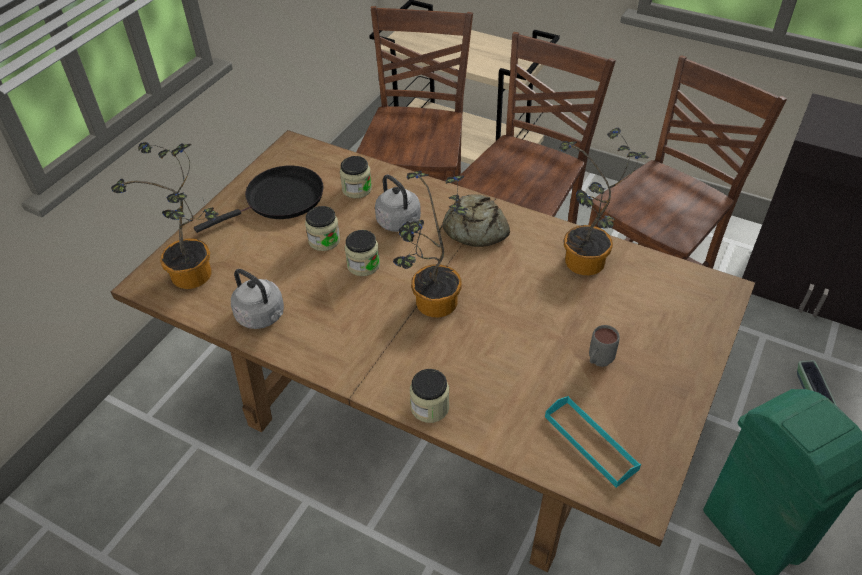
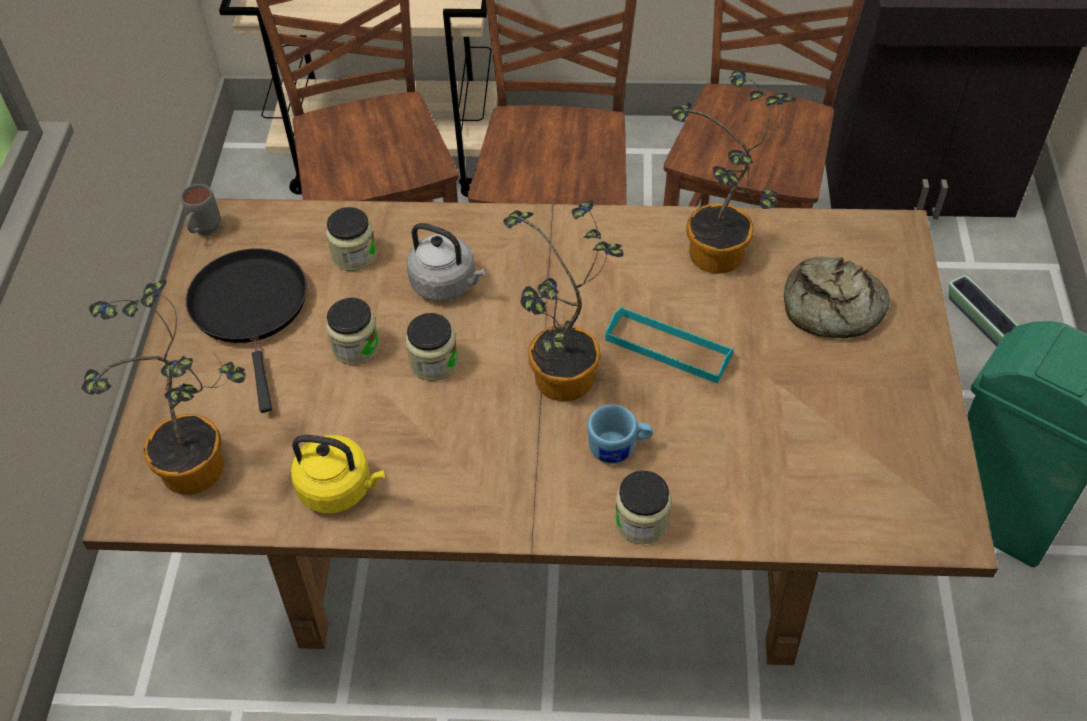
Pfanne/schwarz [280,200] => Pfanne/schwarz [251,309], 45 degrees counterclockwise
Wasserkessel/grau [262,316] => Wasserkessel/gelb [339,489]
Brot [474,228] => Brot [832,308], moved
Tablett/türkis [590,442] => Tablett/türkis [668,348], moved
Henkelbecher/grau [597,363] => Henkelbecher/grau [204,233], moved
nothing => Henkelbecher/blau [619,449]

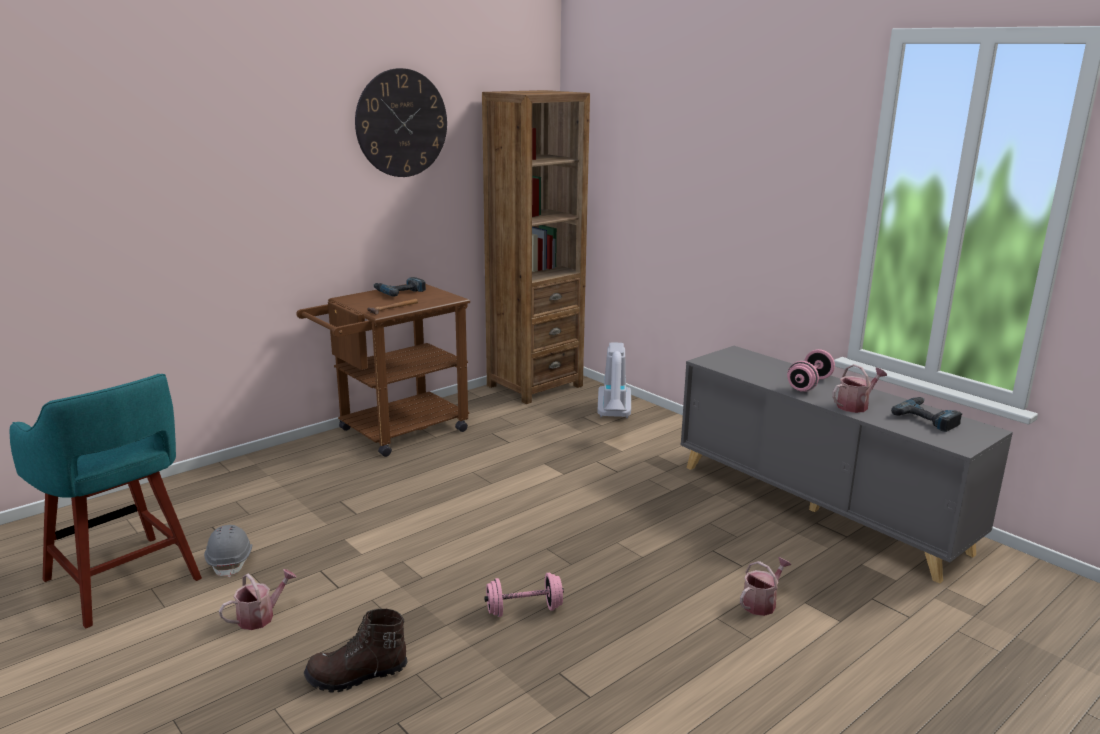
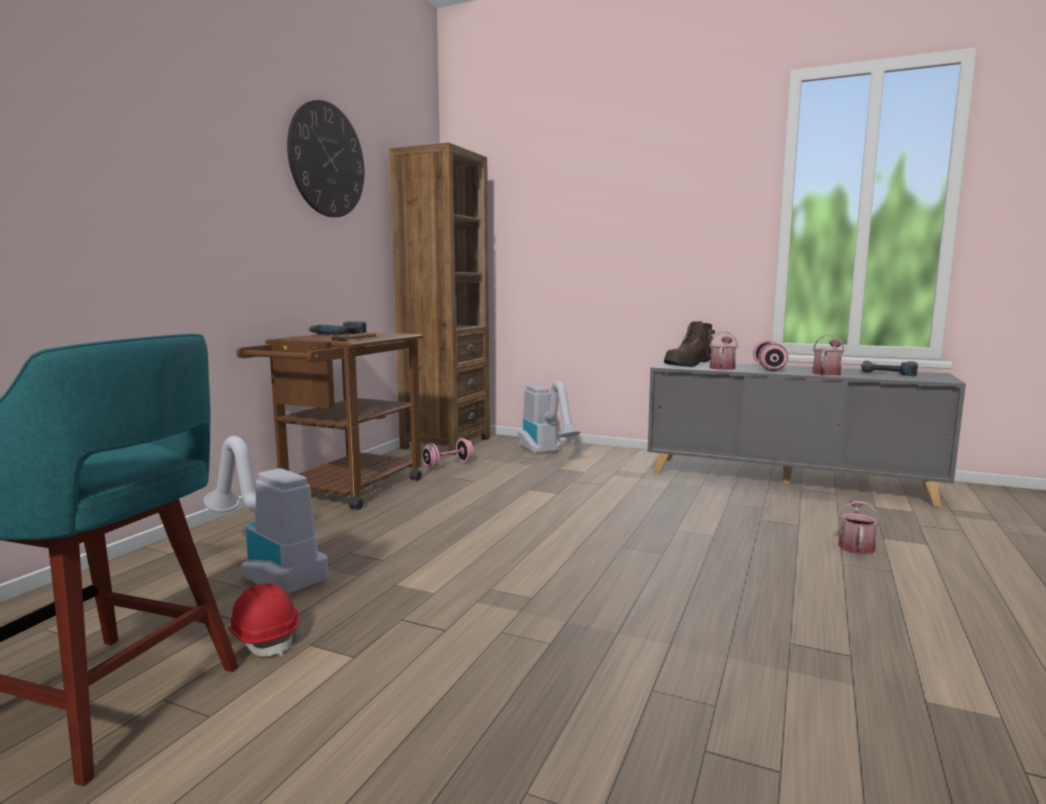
Schutzhelm/grau [231,561] => Schutzhelm/rot [264,638]
Gießkanne [260,616] => Gießkanne [722,367], moved
Stiefel/braun [357,676] => Stiefel/braun [689,365], moved
Hantel/rosa [524,610] => Hantel/rosa [448,465], moved
nothing => Staubsauger [266,571]

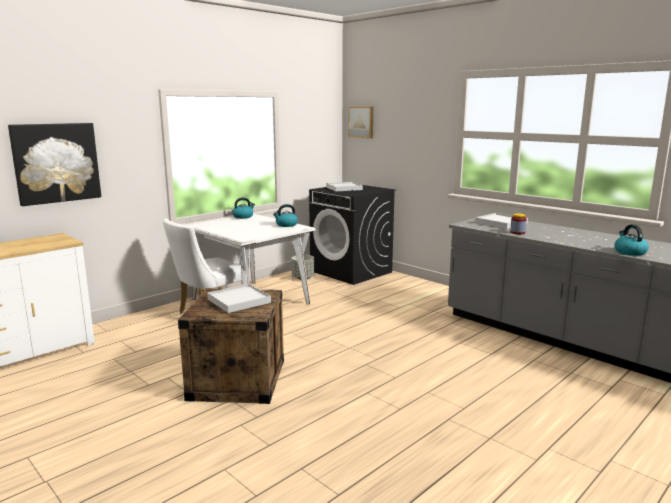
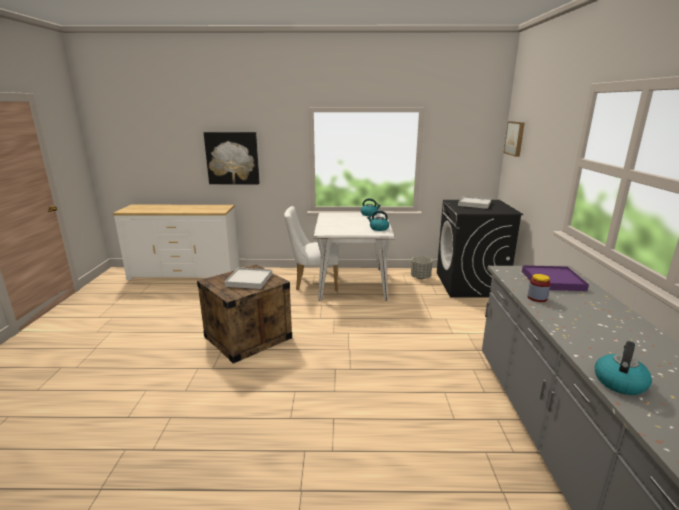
Tablett/weiß [500,223] => Tablett/lila [552,280]

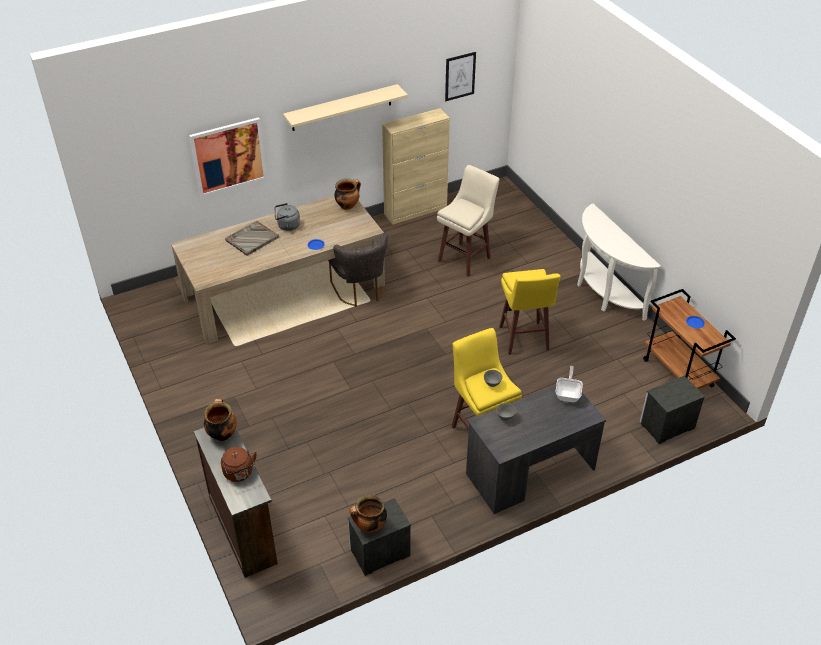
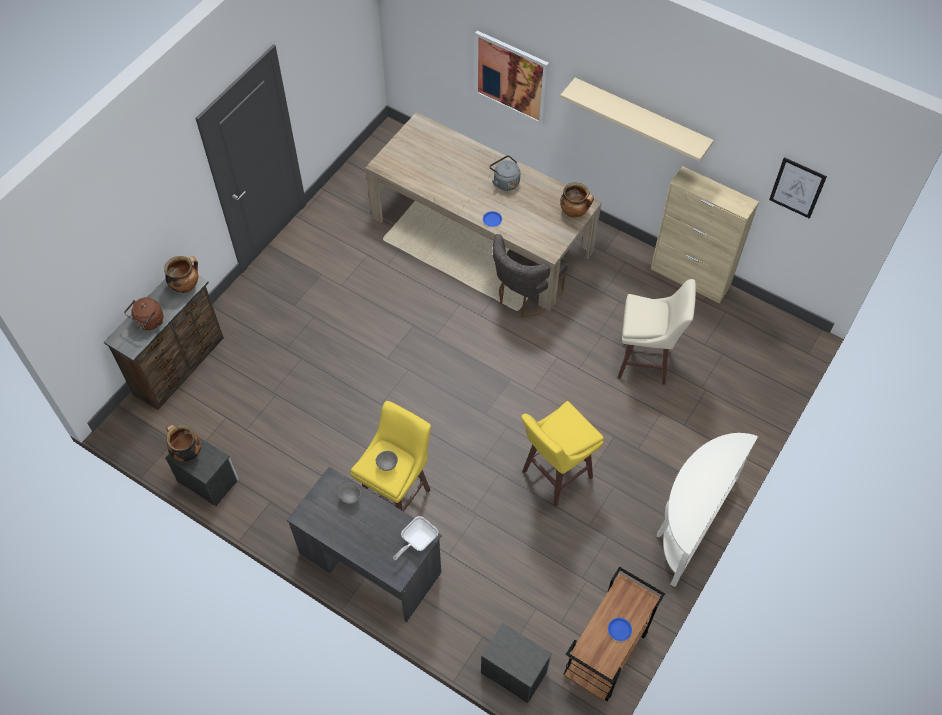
Tablett/grau [251,239] => nothing
Pfanne [568,394] => Pfanne [417,541], 150 degrees clockwise

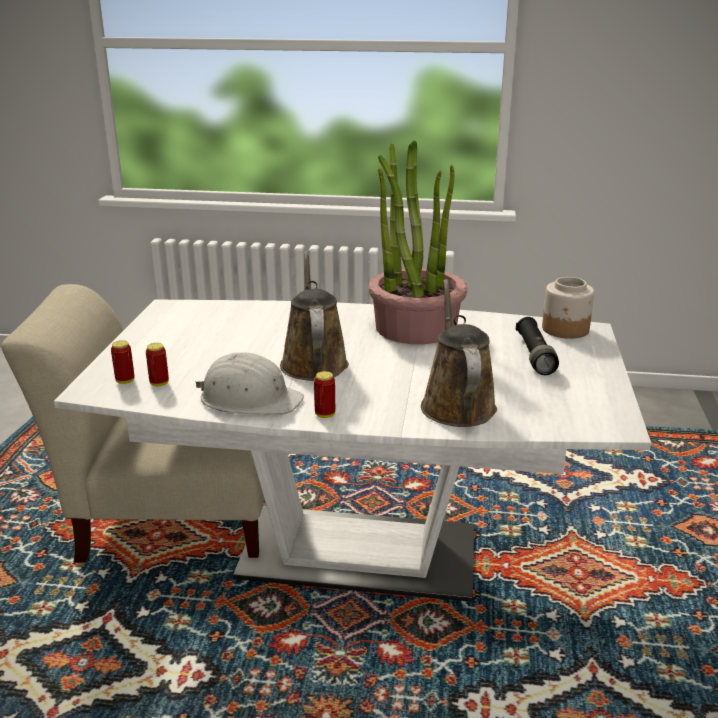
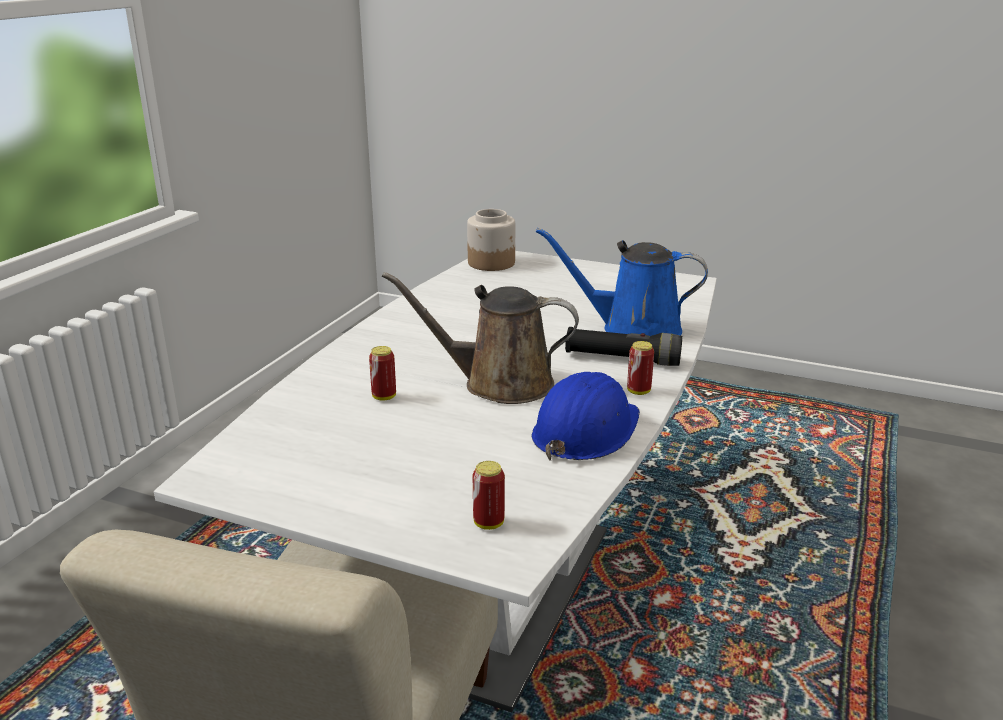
Dose [159,383] => Dose [384,397], moved
Schutzhelm/weiß [249,399] => Schutzhelm/blau [585,431]
Topfpflanze [415,327] => nothing
Gießkanne/braun [456,404] => Gießkanne/blau [633,329]
Taschenlampe/schwarz [535,355] => Taschenlampe/schwarz [622,359], moved

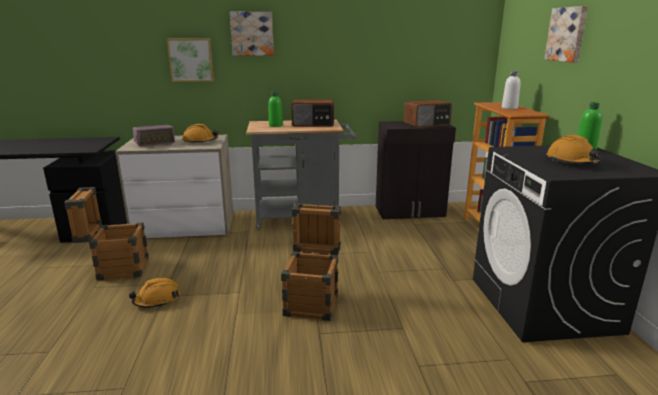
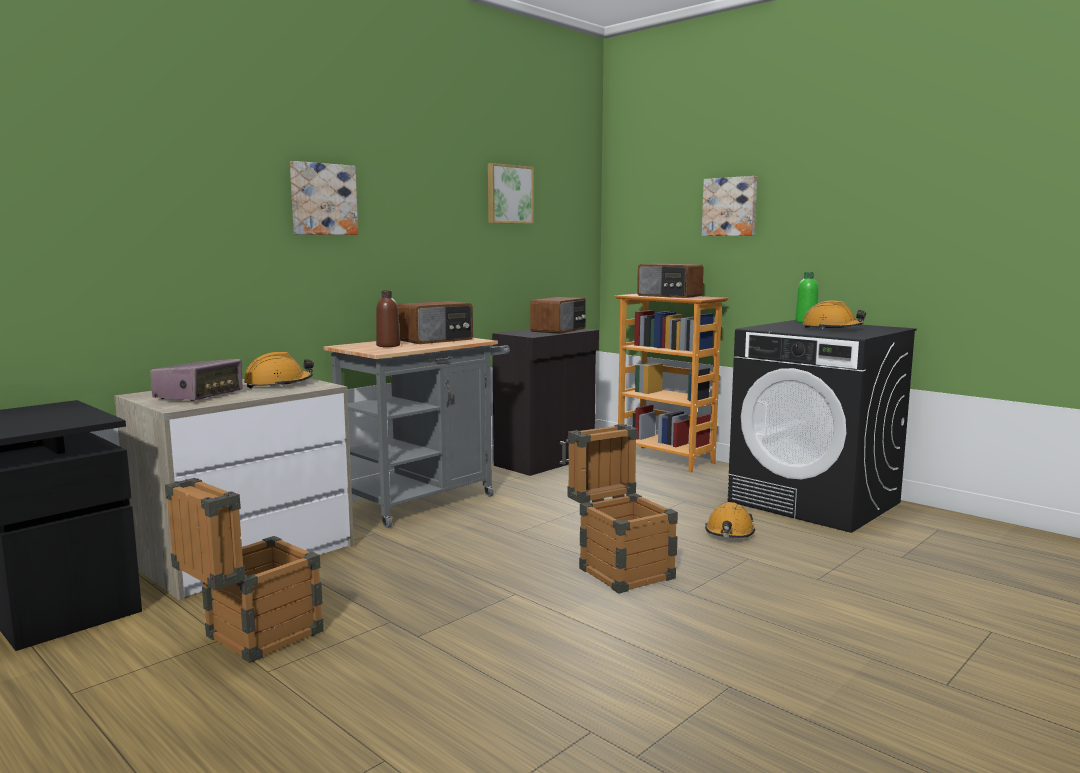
Schutzhelm/orange [157,300] => Schutzhelm/orange [729,533], moved
Bild [191,60] => Bild [508,194], moved
Flasche/grün [276,125] => Flasche/braun [388,345]
Flasche/weiß [509,108] => Radio [669,296]

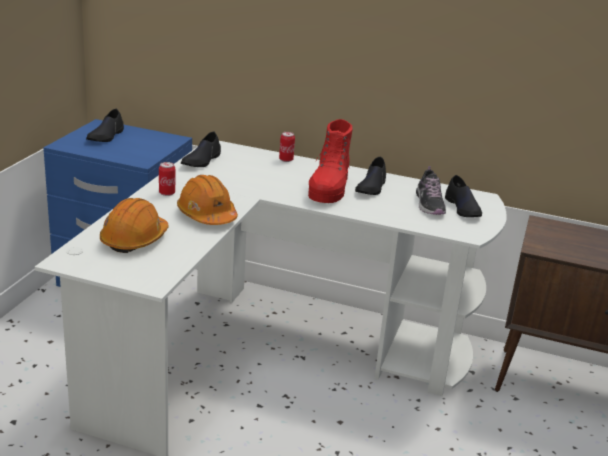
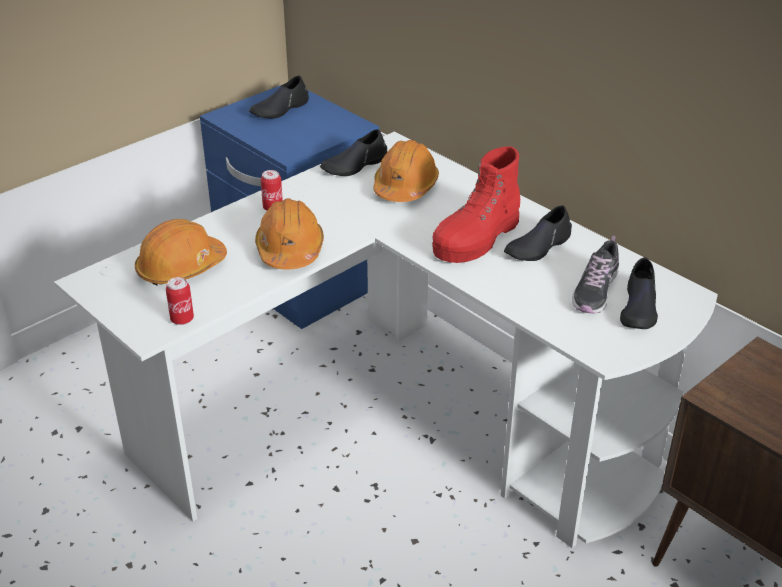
Dose [286,160] => Dose [182,319], moved
nothing => Schutzhelm/orange [405,187]

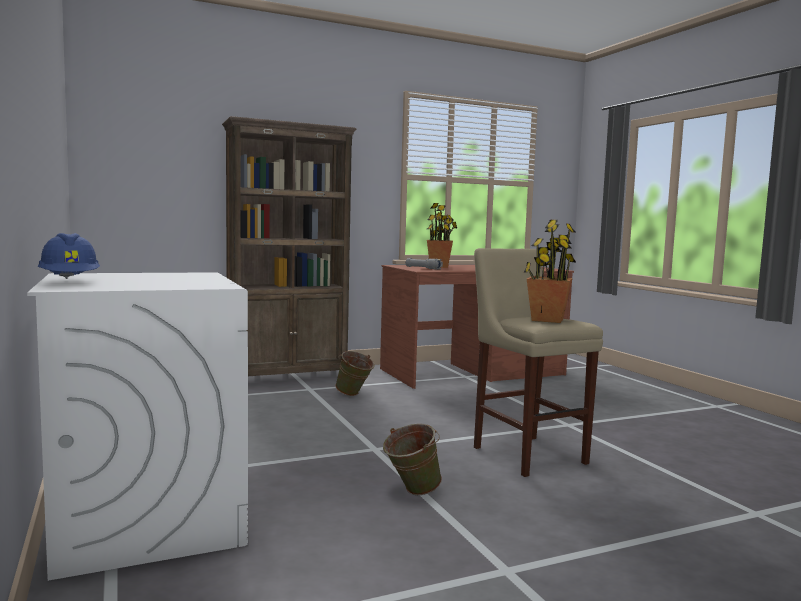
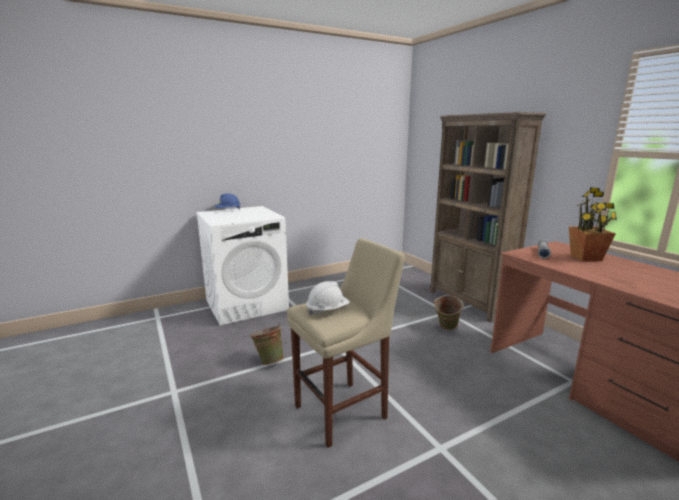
Topfpflanze [547,320] => Schutzhelm/weiß [327,310]

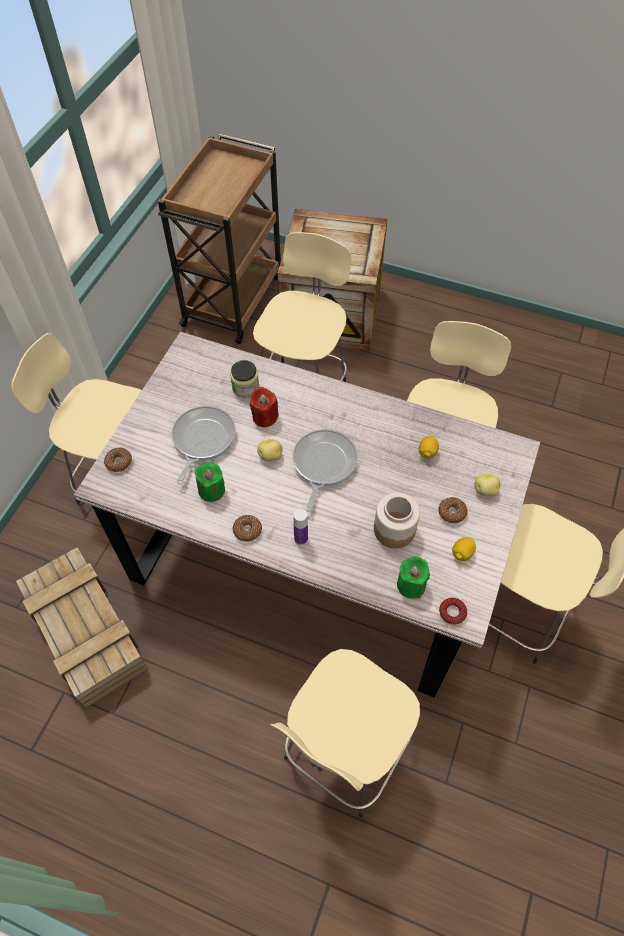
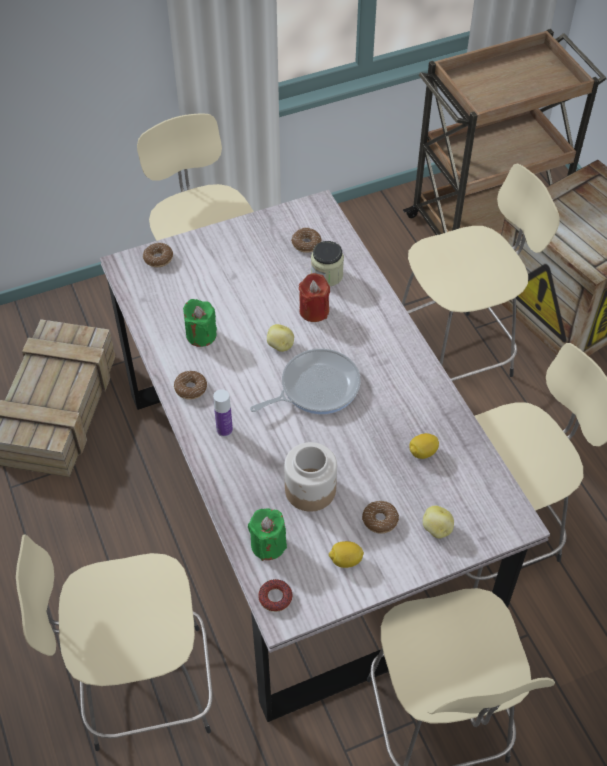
Pfanne [202,440] => nothing
nothing => Donut [306,244]

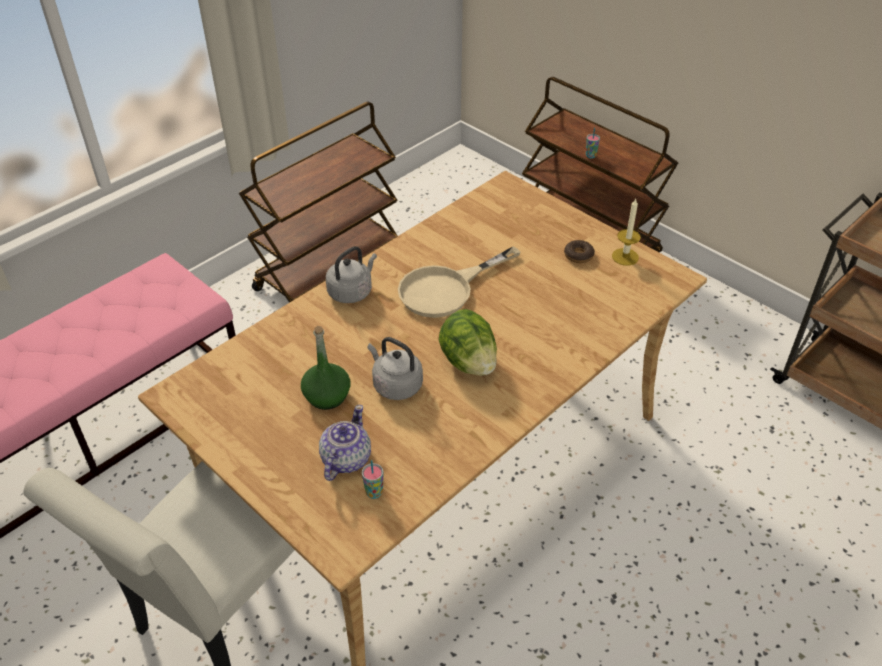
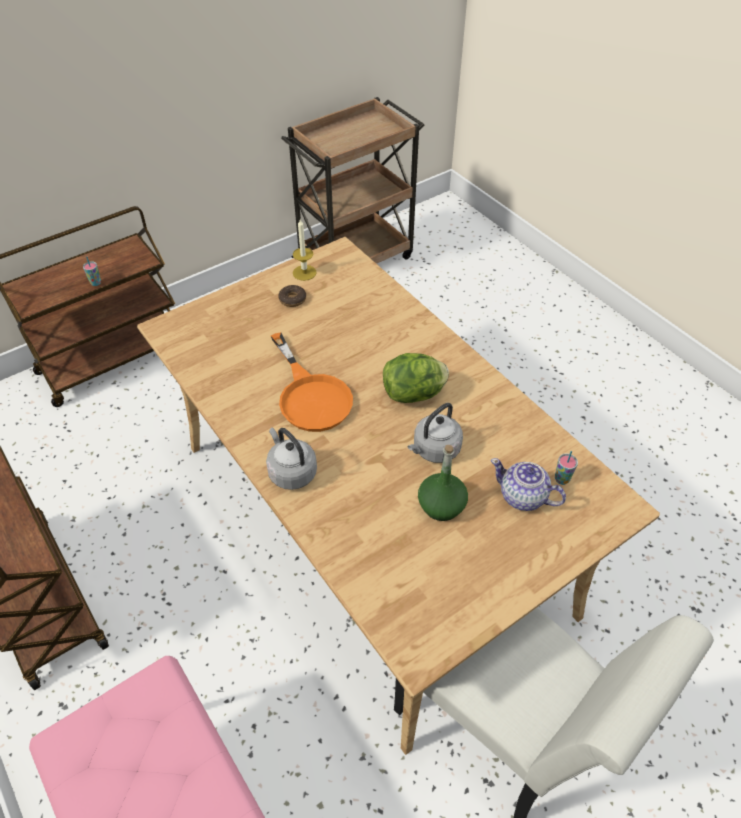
Pfanne/beige [446,289] => Pfanne/orange [310,395]

